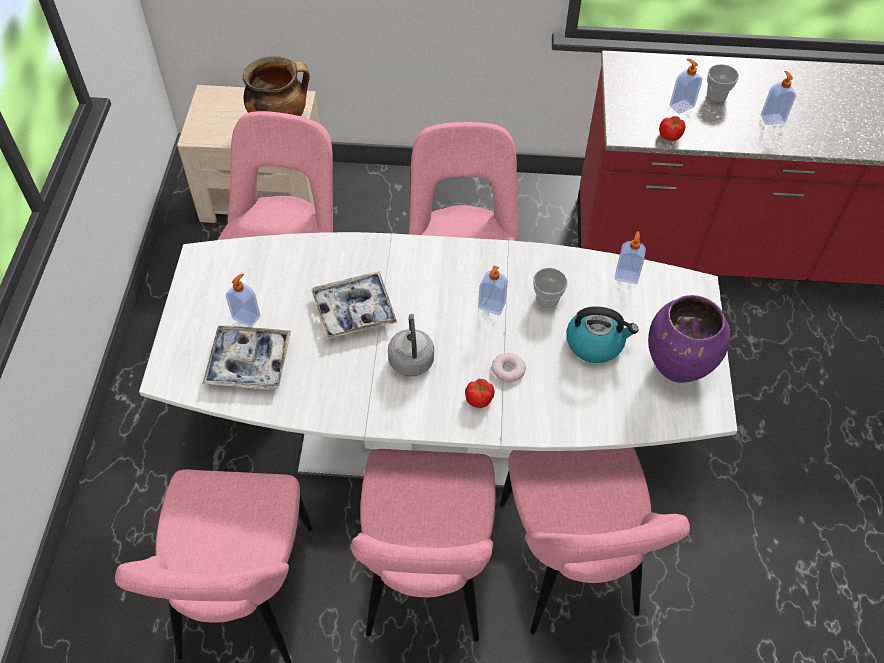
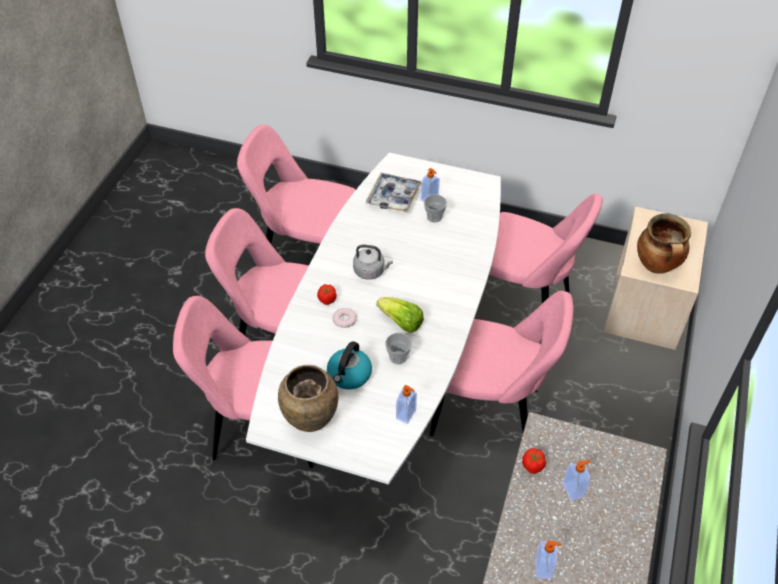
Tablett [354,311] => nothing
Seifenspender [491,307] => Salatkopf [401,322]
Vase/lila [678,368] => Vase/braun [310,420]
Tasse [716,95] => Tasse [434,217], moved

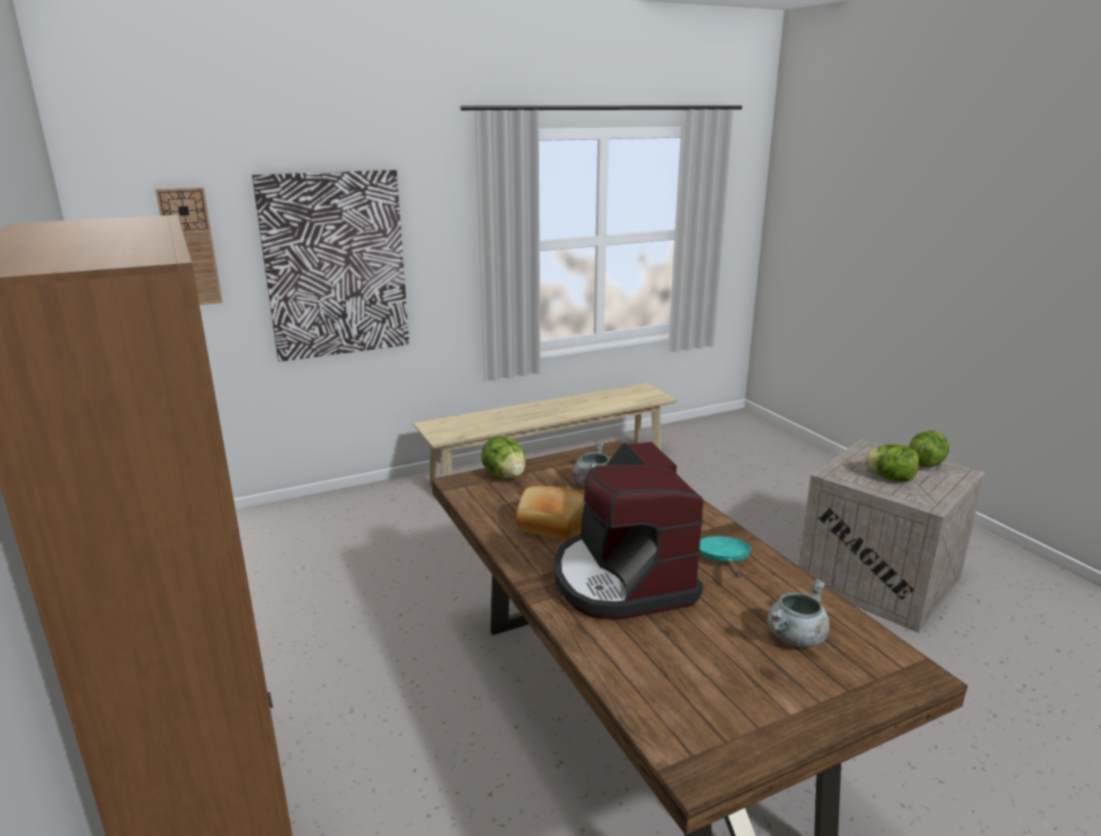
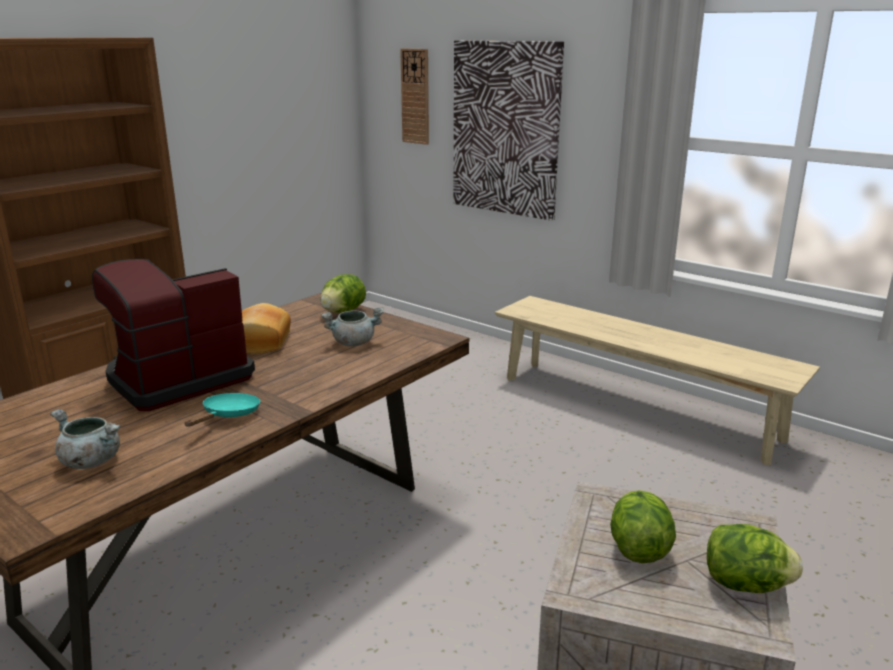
Pfanne/türkis [724,559] => Pfanne/türkis [228,415], 45 degrees counterclockwise

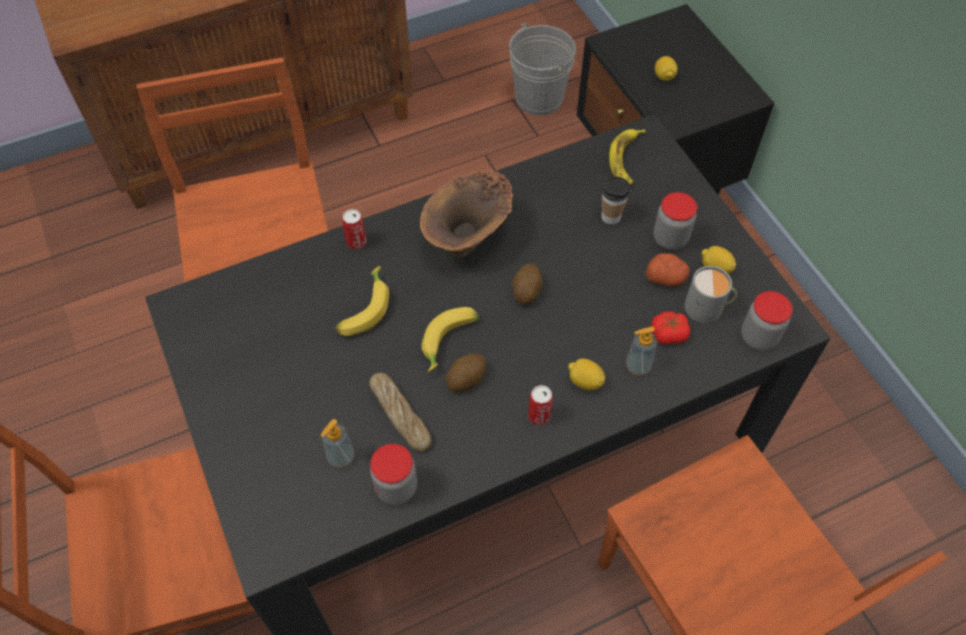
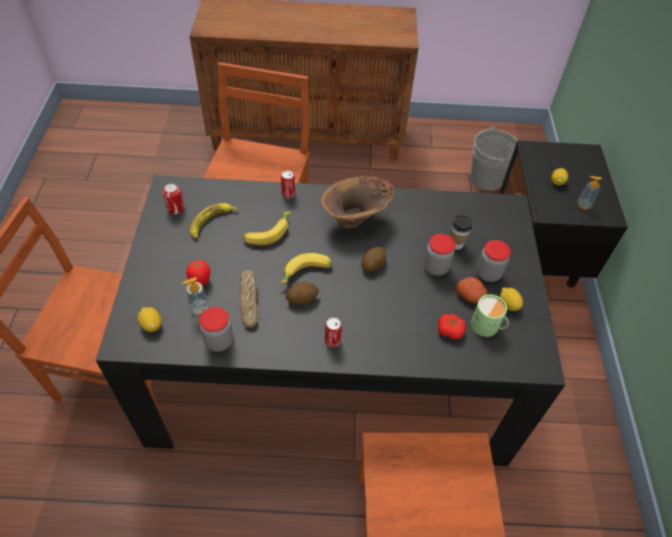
Zitrone [585,381] => Zitrone [151,325], moved
Banane [626,159] => Banane [211,222], moved
Seifenspender [638,366] => Seifenspender [583,205], moved
Henkelbecher/grau [708,308] => Henkelbecher/grün [487,326]
Vorratsglas [758,337] => Vorratsglas [435,267], moved
nothing => Dose [175,208]
nothing => Tomate [200,281]

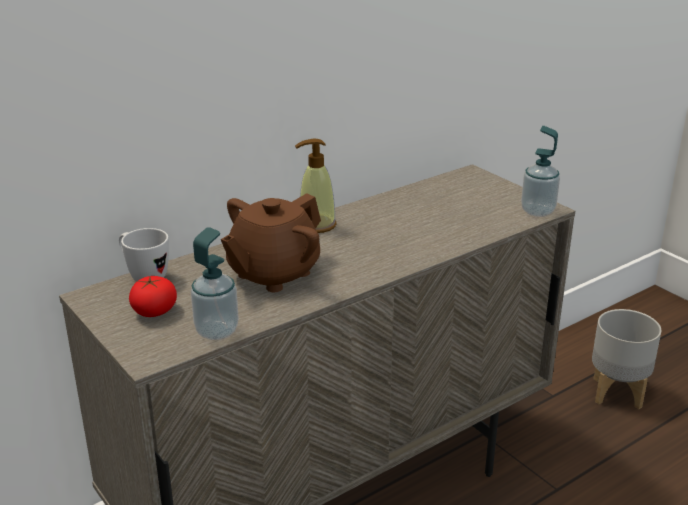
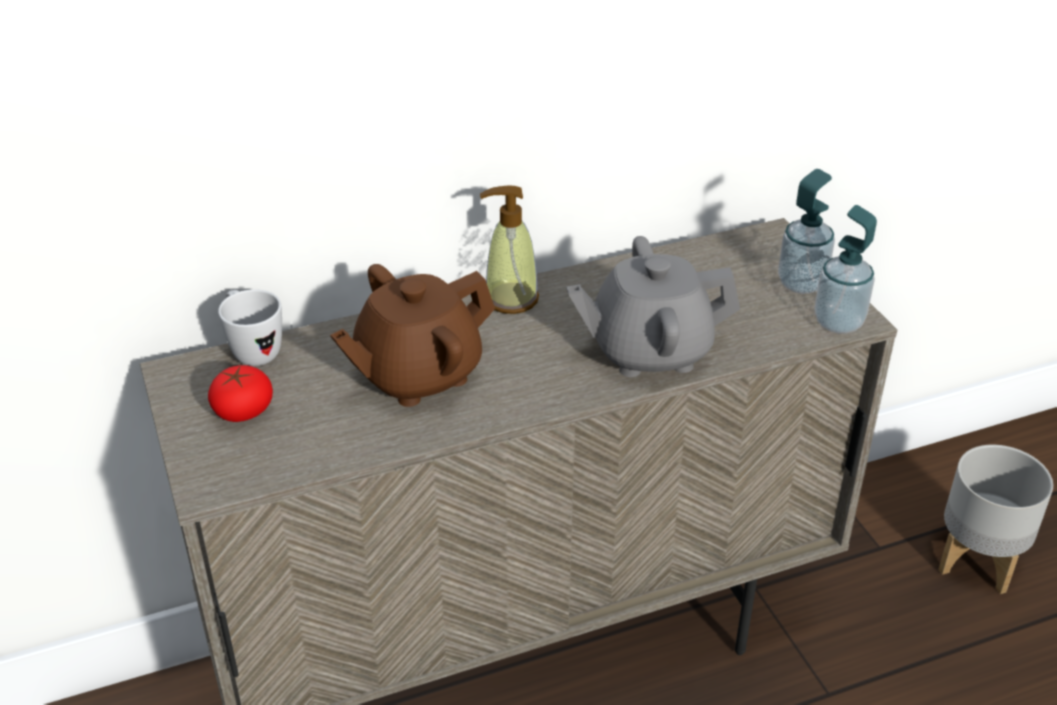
Seifenspender [217,331] => Seifenspender [801,283], moved
nothing => Teekanne/grau [649,351]

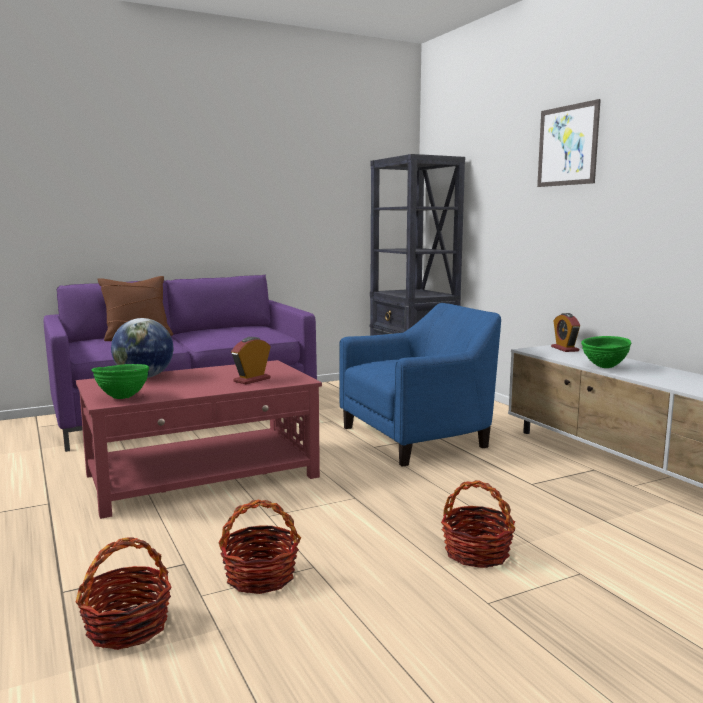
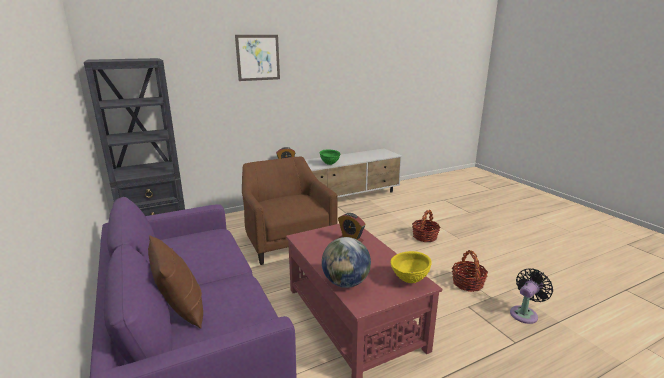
Korb [127,626] => Ventilator/schwarz [525,313]
Schüssel/grün [123,398] => Schüssel/gelb [409,280]
Sessel/blau [419,437] => Sessel/braun [287,240]

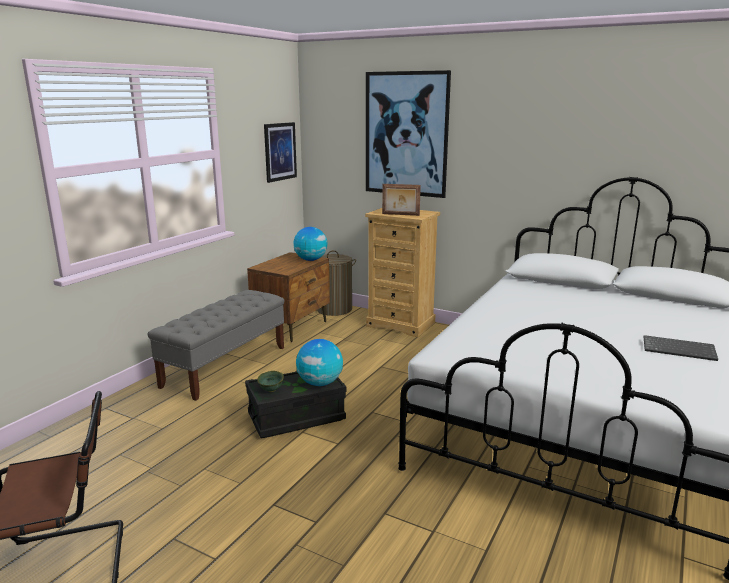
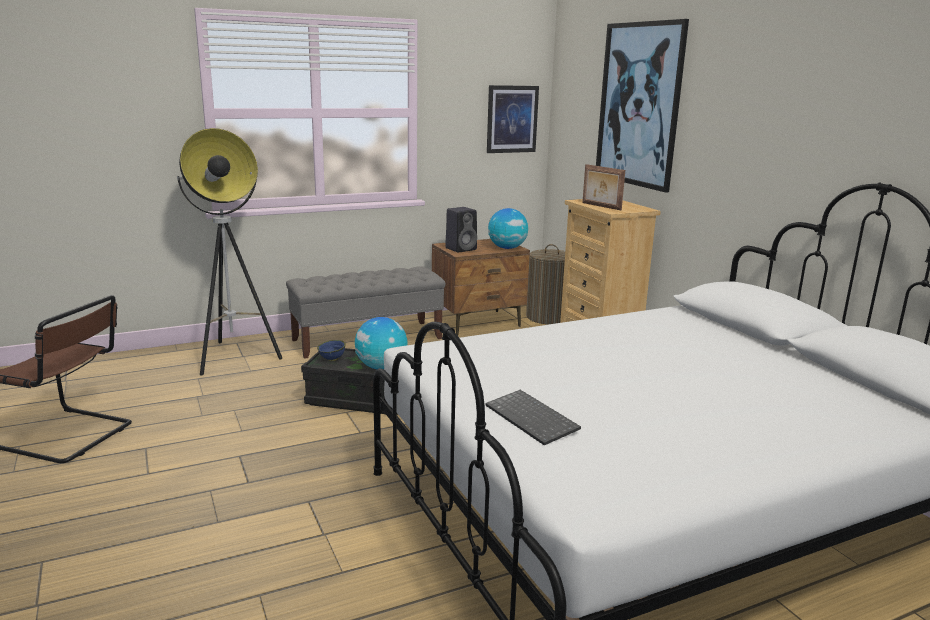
Schüssel/grün [272,390] => Schüssel/blau [332,360]
Tastatur [679,349] => Tastatur [533,419], moved
nothing => Stehlampe [234,357]
nothing => Lautsprecher/schwarz [461,249]

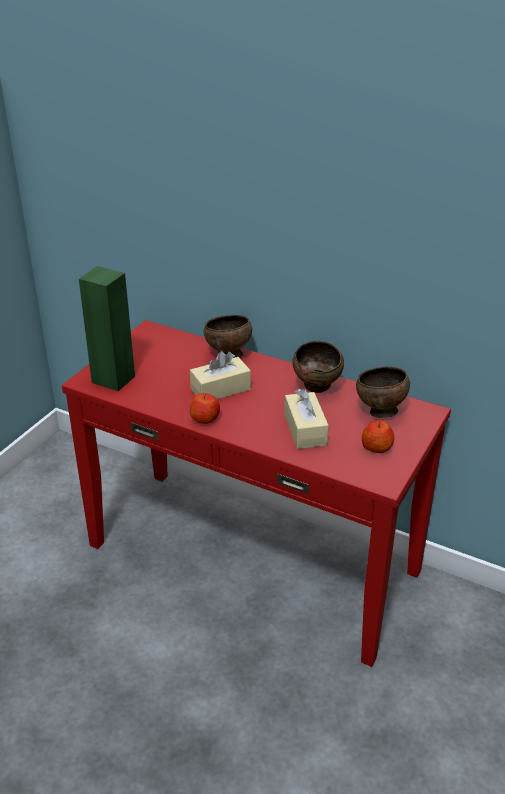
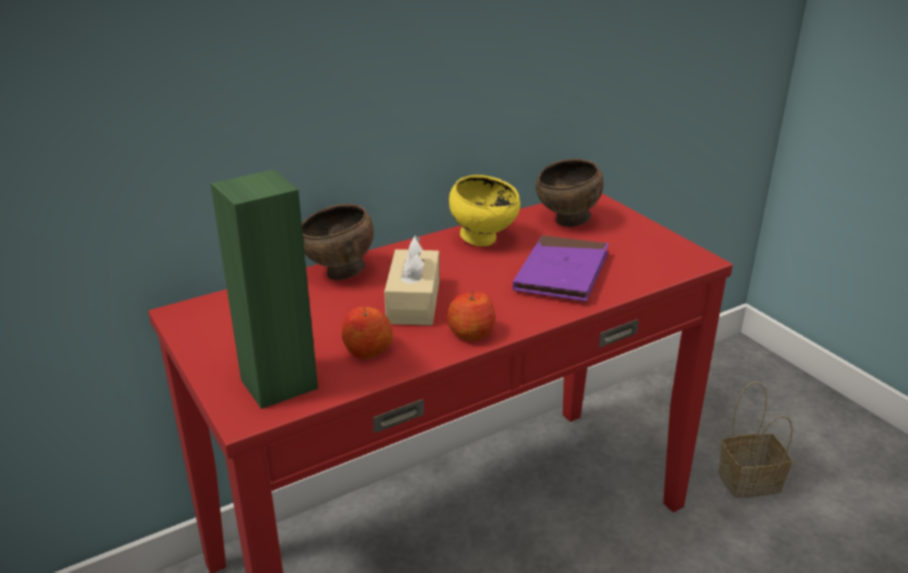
Taschentuchbox/beige [305,430] => Buch/lila [562,273]
Schüssel/braun [317,388] => Schüssel/gelb [483,240]
Apfel [376,447] => Apfel [367,350], moved
nothing => Korb [750,480]

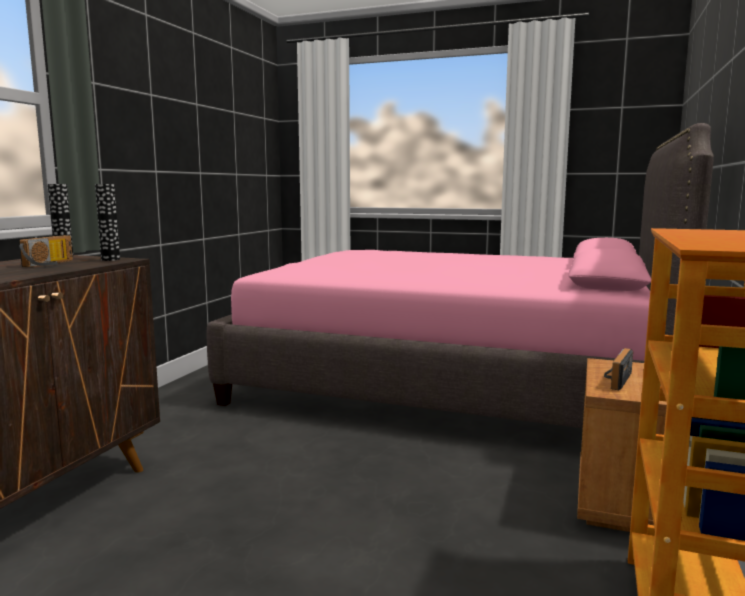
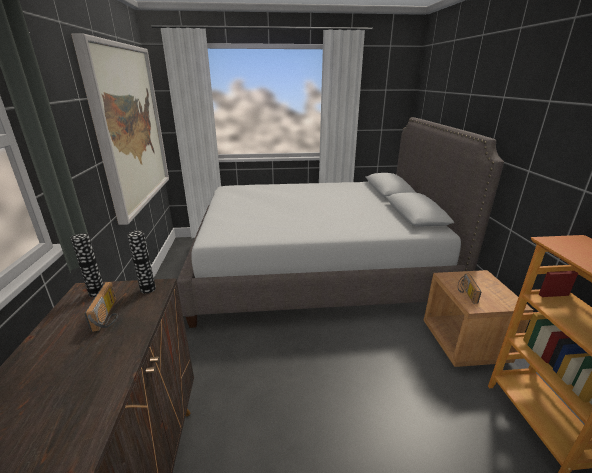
Bett/rosa [454,383] => Bett/grau [316,269]
nothing => Bild [129,127]

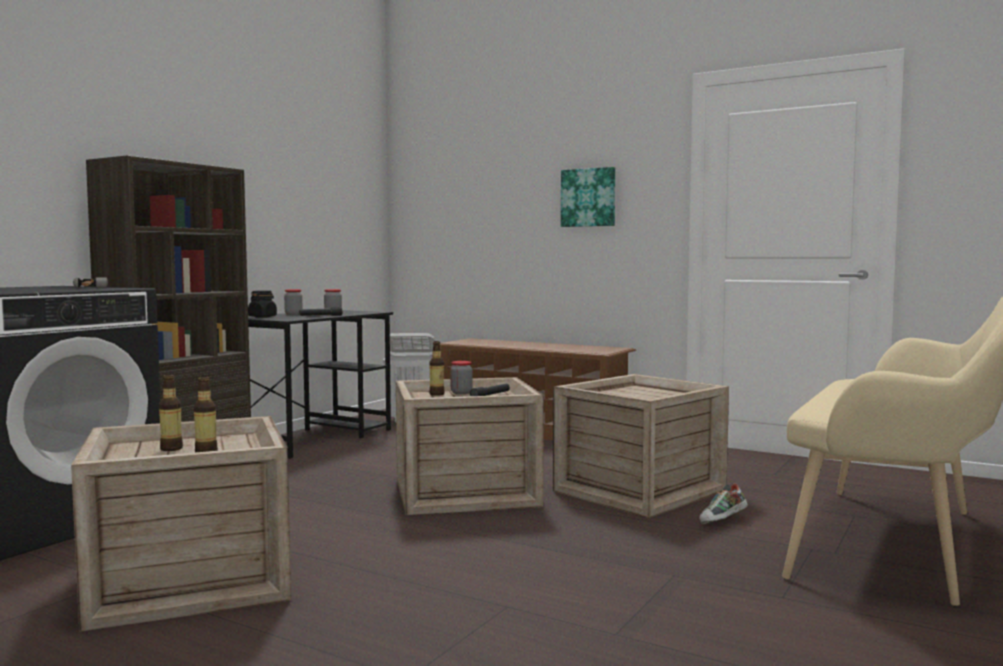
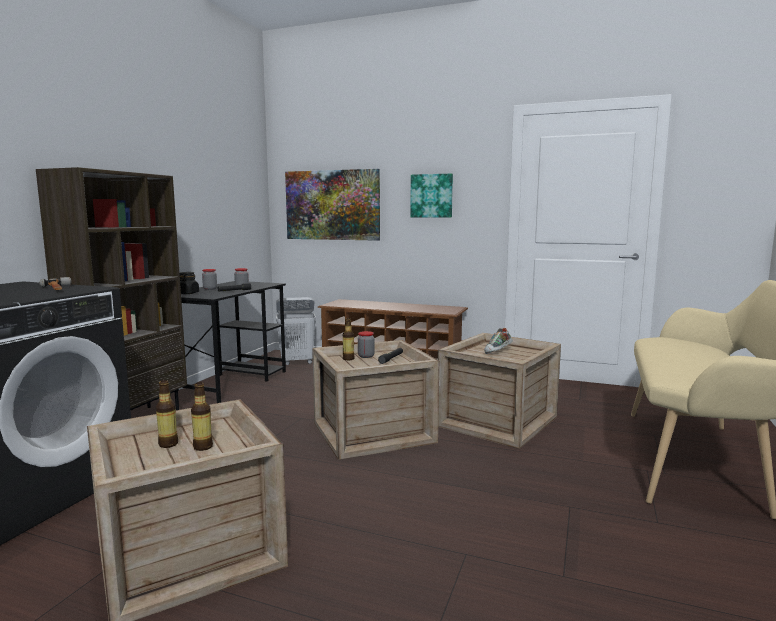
Schuh [723,521] => Schuh [498,352], moved
nothing => Bild [332,205]

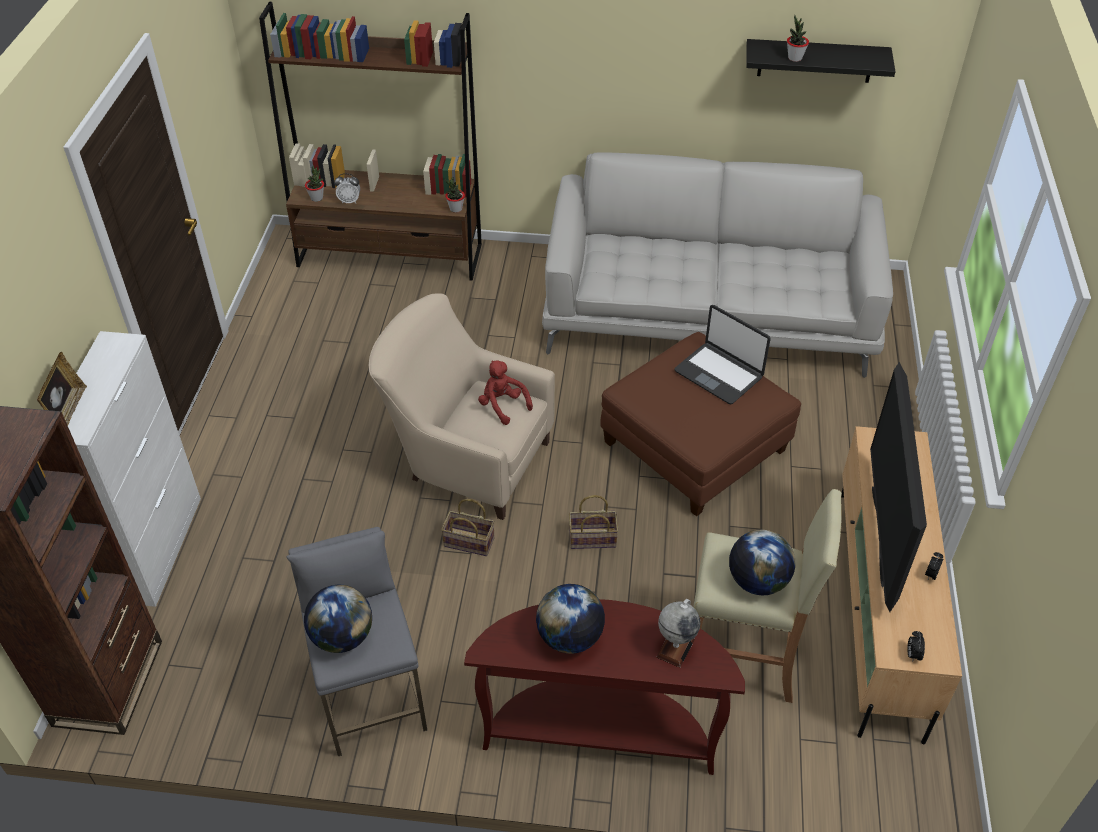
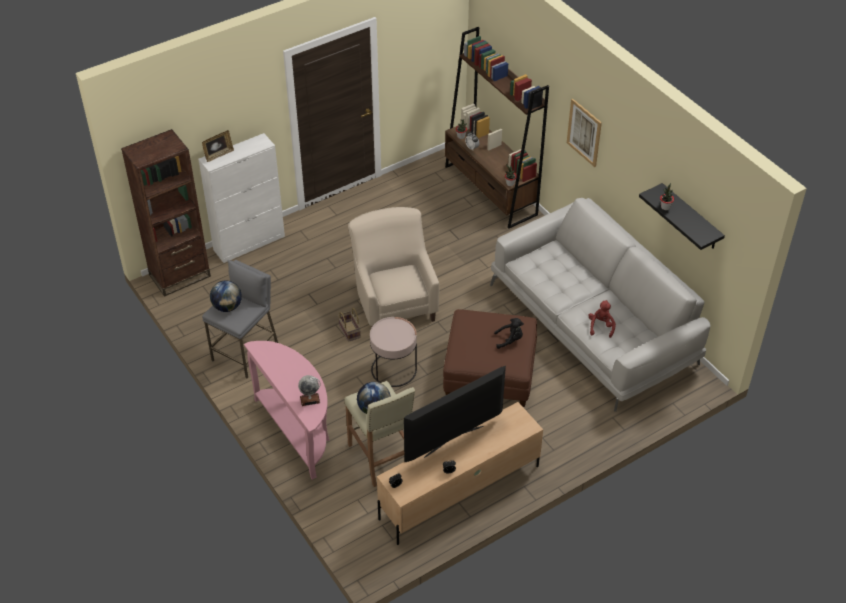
Konsolentisch/braun [600,731] => Konsolentisch/rosa [298,431]
Plüschtier/rot [503,405] => Plüschtier/rot [601,326], moved
Globus [570,637] => nothing
Korb [591,539] => Beistelltisch/rosa [393,369]
Laptop [719,374] => Plüschtier/schwarz [510,340]
nothing => Bild [584,132]

